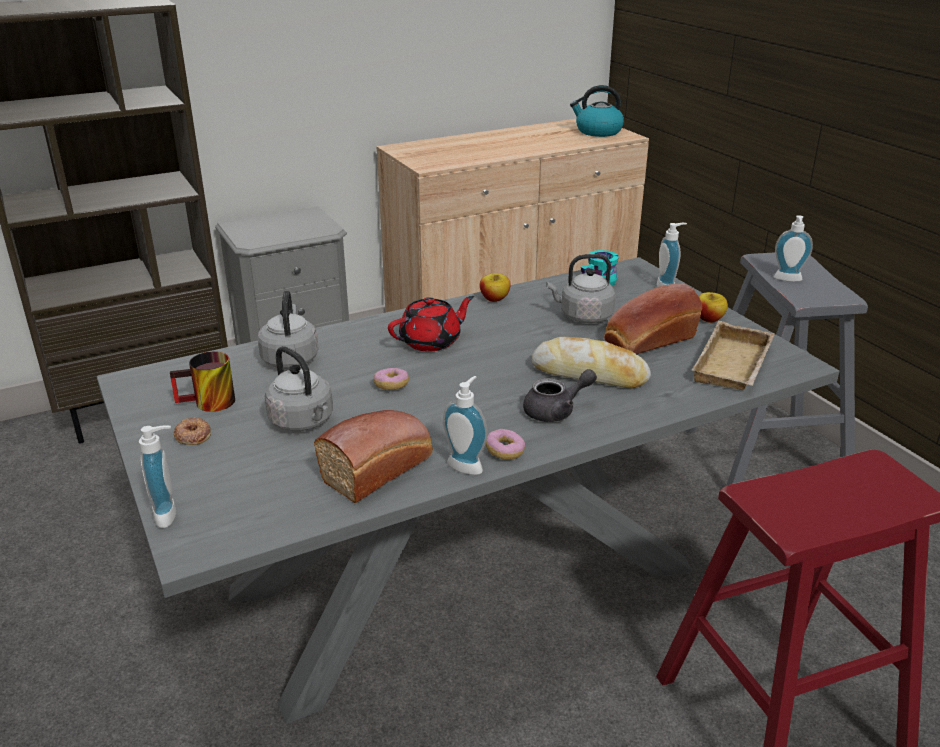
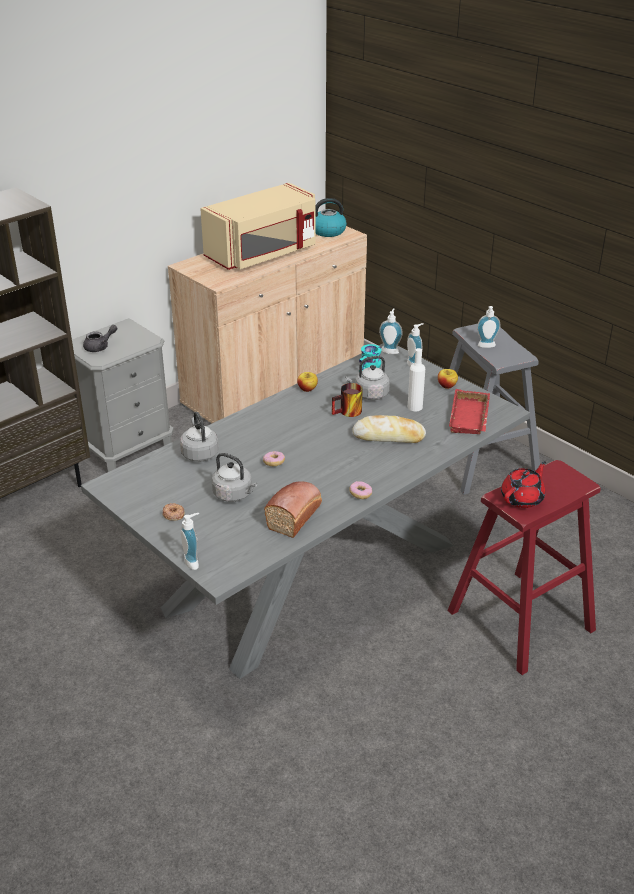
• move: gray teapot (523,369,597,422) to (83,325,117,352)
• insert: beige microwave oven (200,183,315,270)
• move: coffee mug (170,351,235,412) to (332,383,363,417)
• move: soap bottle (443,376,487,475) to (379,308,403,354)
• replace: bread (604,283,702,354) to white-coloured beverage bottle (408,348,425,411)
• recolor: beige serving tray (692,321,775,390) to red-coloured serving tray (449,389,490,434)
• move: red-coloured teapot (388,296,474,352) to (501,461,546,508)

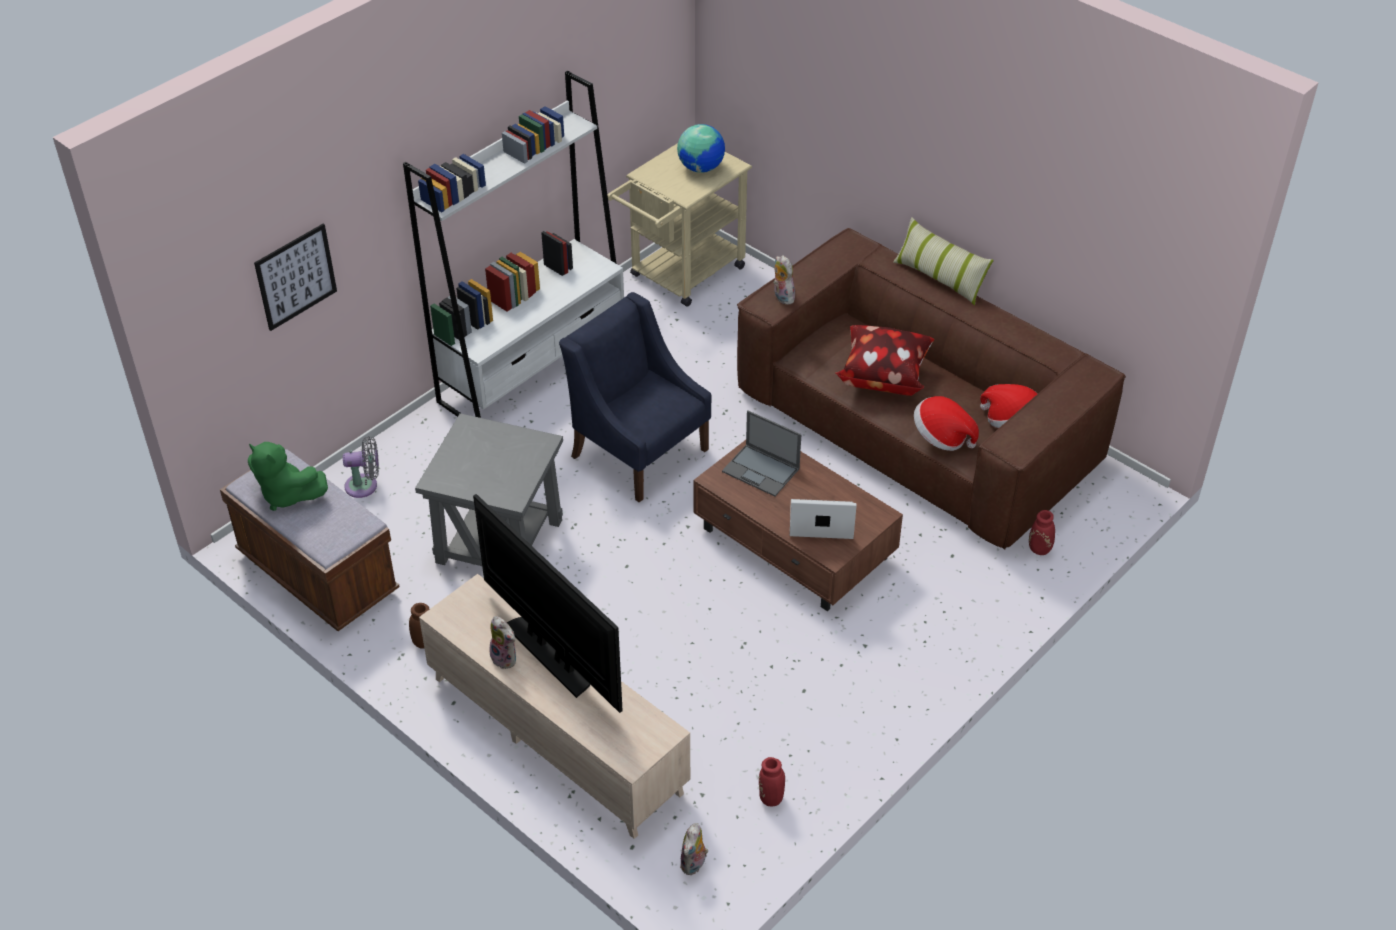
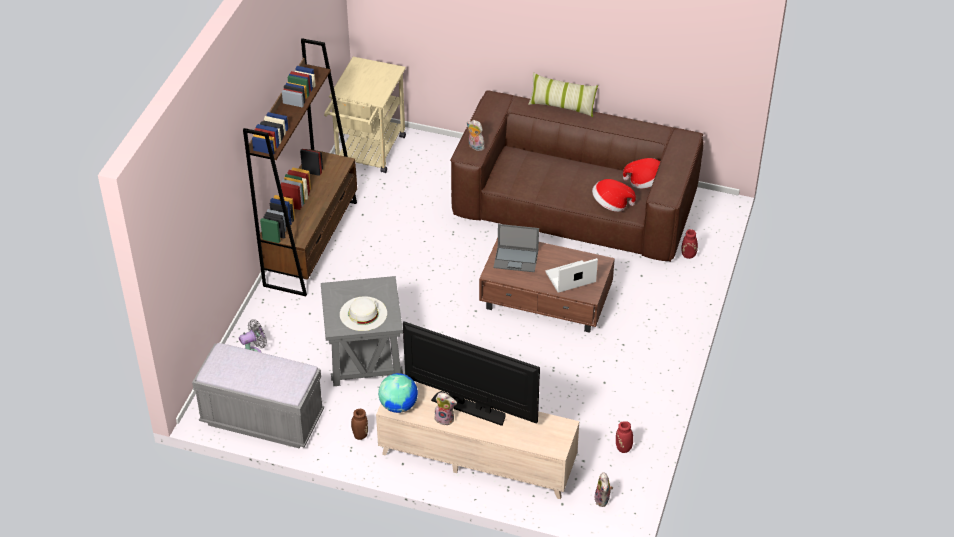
• recolor: brownish bench (220,449,400,631) to gray bench (192,343,324,449)
• recolor: white-coloured bookcase (403,71,624,418) to brownish bookcase (243,38,357,296)
• insert: white-coloured clothing hat (340,296,387,331)
• move: desk globe (677,124,725,173) to (378,373,418,413)
• delete: greenish plush toy (248,442,328,511)
• delete: wall art (254,224,337,331)
• delete: blue-coloured easy chair (559,292,711,502)
• delete: throw pillow (835,325,934,396)

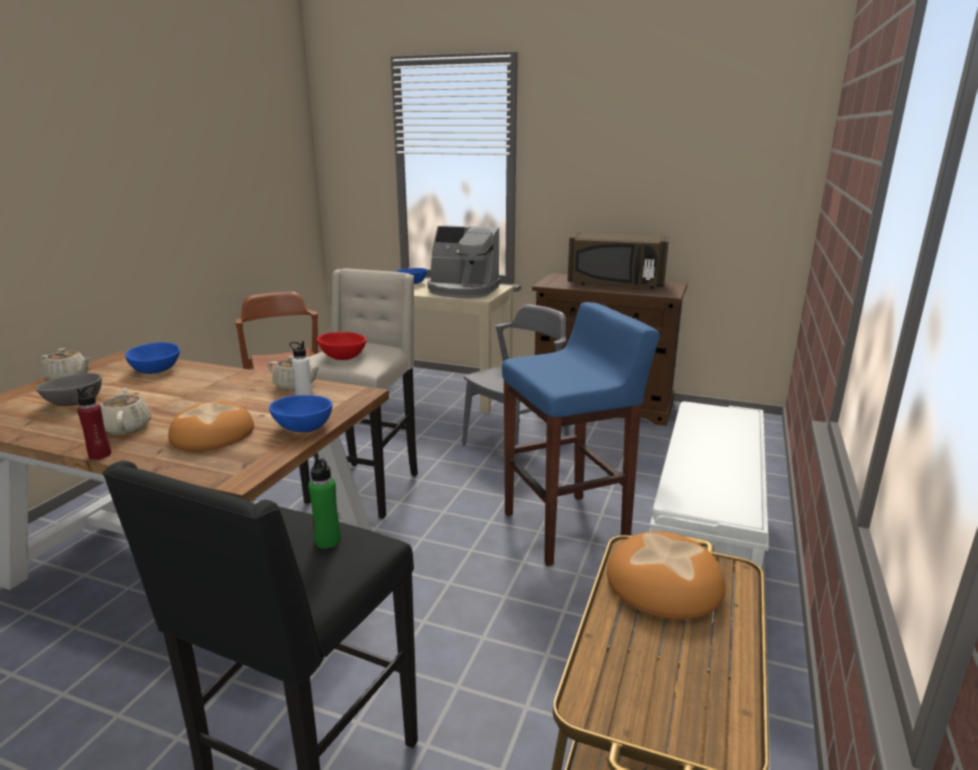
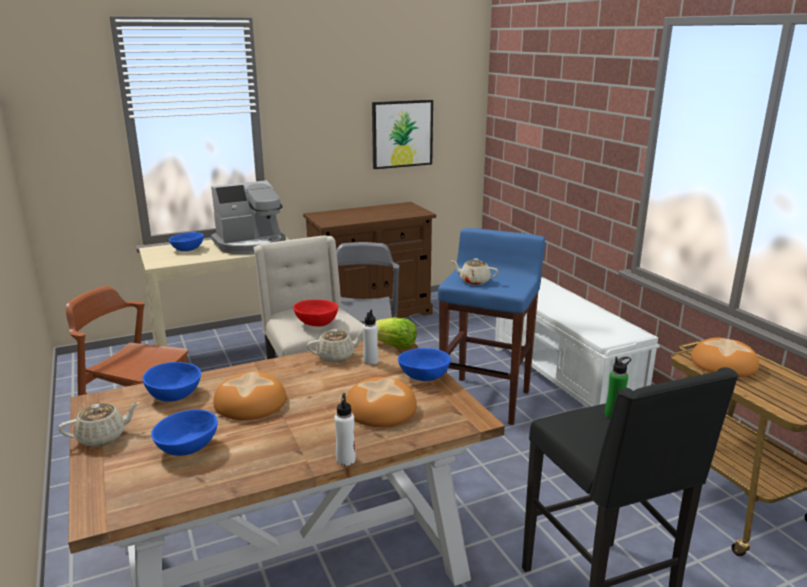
• recolor: gray deep dish (36,373,102,406) to blue-coloured deep dish (151,409,218,456)
• insert: bread (213,372,286,420)
• recolor: red-coloured beverage bottle (77,385,111,460) to white-coloured beverage bottle (334,393,356,466)
• insert: wall art (372,100,433,169)
• insert: lettuce (376,317,417,349)
• move: beige teapot (101,388,151,435) to (451,258,498,285)
• delete: brownish microwave oven (568,232,669,289)

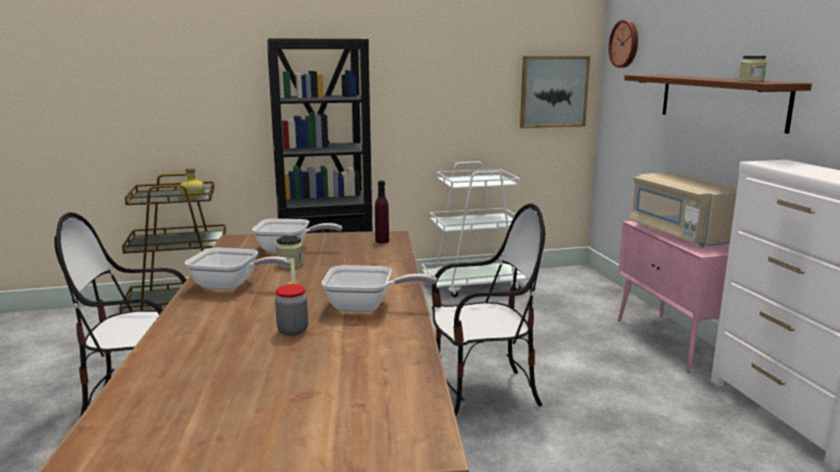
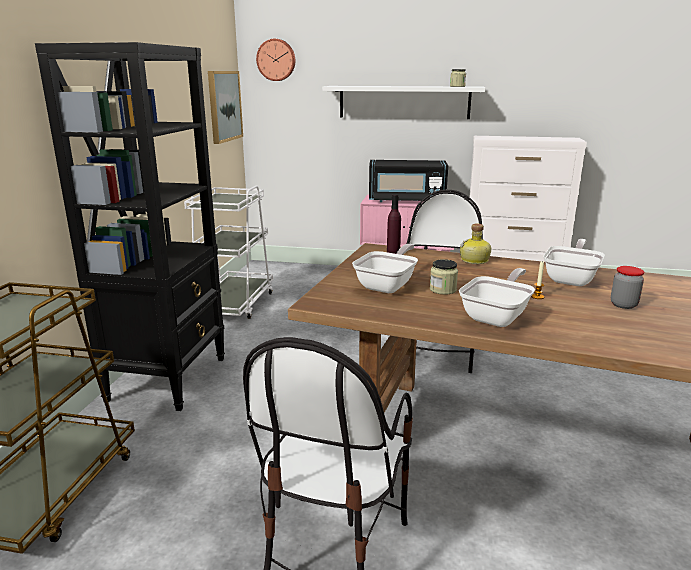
• recolor: brownish bracket shelf (624,75,812,133) to white-coloured bracket shelf (322,86,485,119)
• recolor: beige microwave oven (630,172,737,247) to blackish microwave oven (369,160,448,202)
• move: beverage bottle (180,167,205,198) to (460,224,491,264)

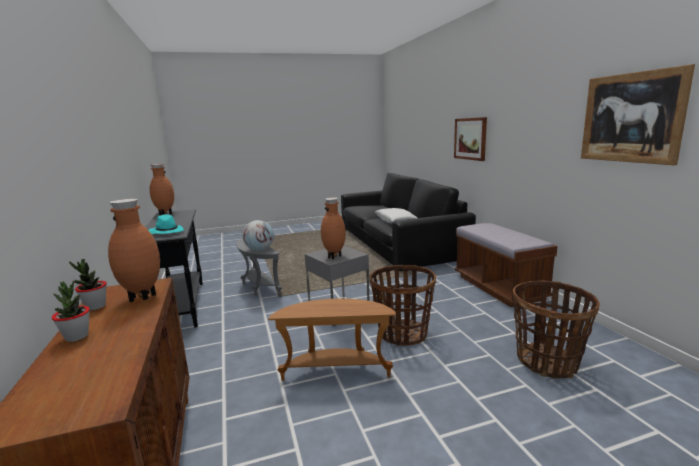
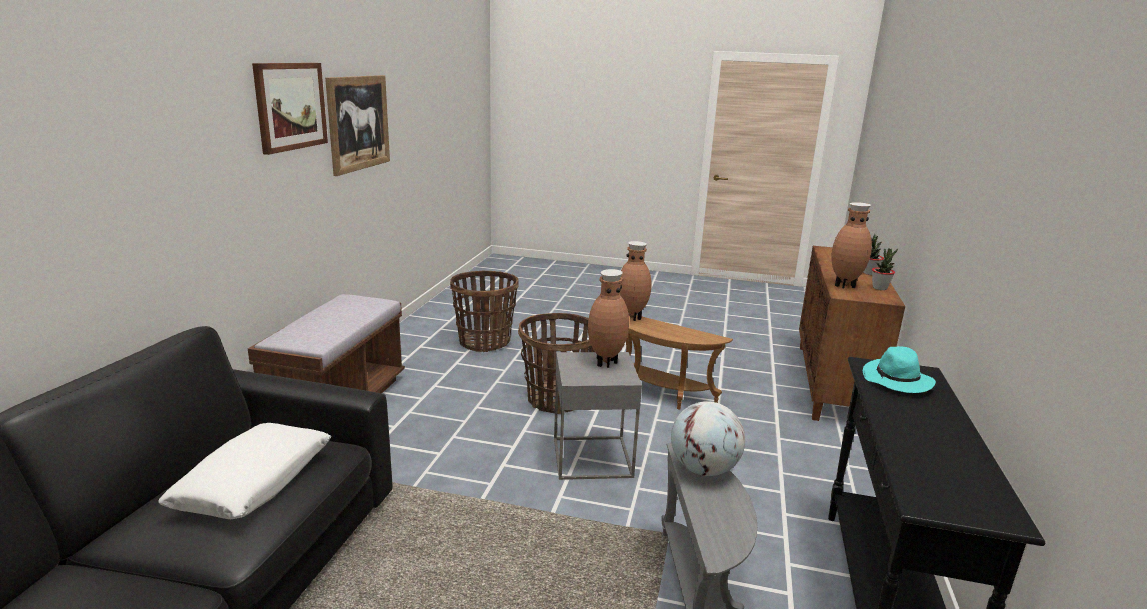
• move: wall art (454,117,487,161) to (252,63,328,155)
• move: brownish vase (150,164,174,215) to (620,241,652,321)

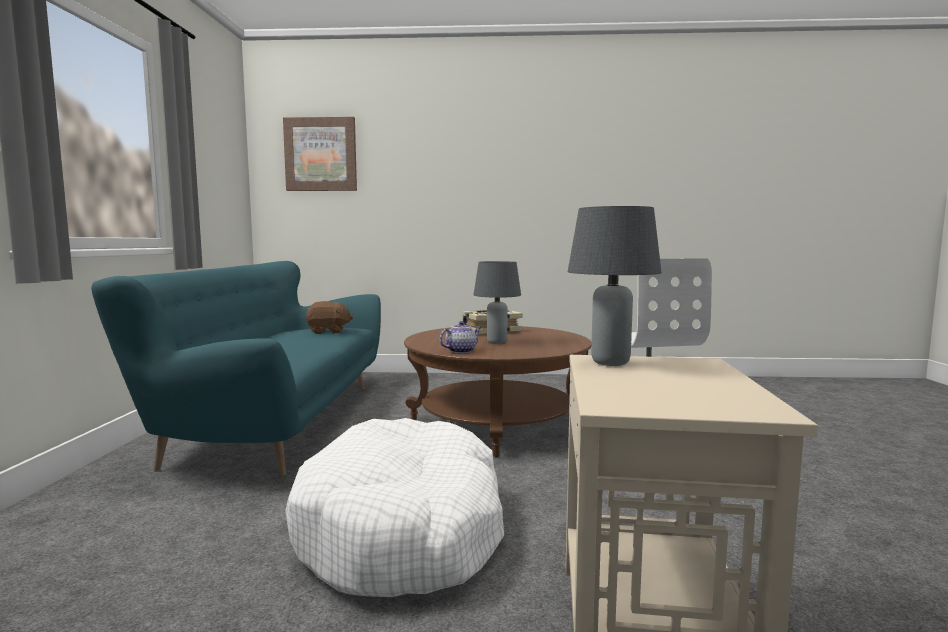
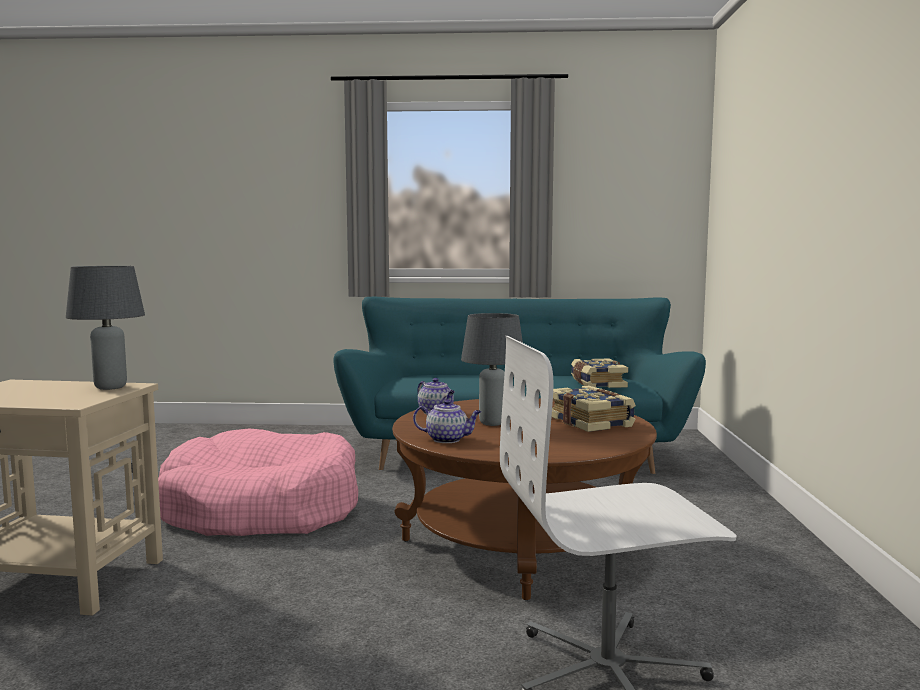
• recolor: white-coloured pet bed (285,418,504,597) to pinkish pet bed (158,429,358,536)
• insert: teapot (413,399,481,443)
• replace: brownish plush toy (305,301,353,334) to volume (571,359,628,388)
• delete: wall art (283,117,357,191)

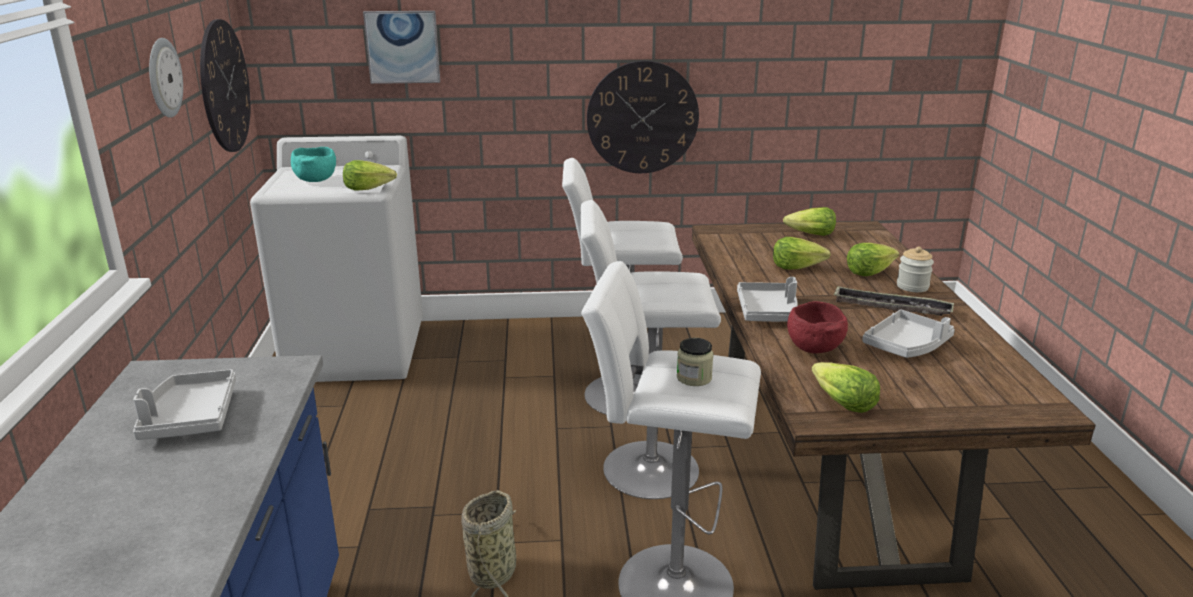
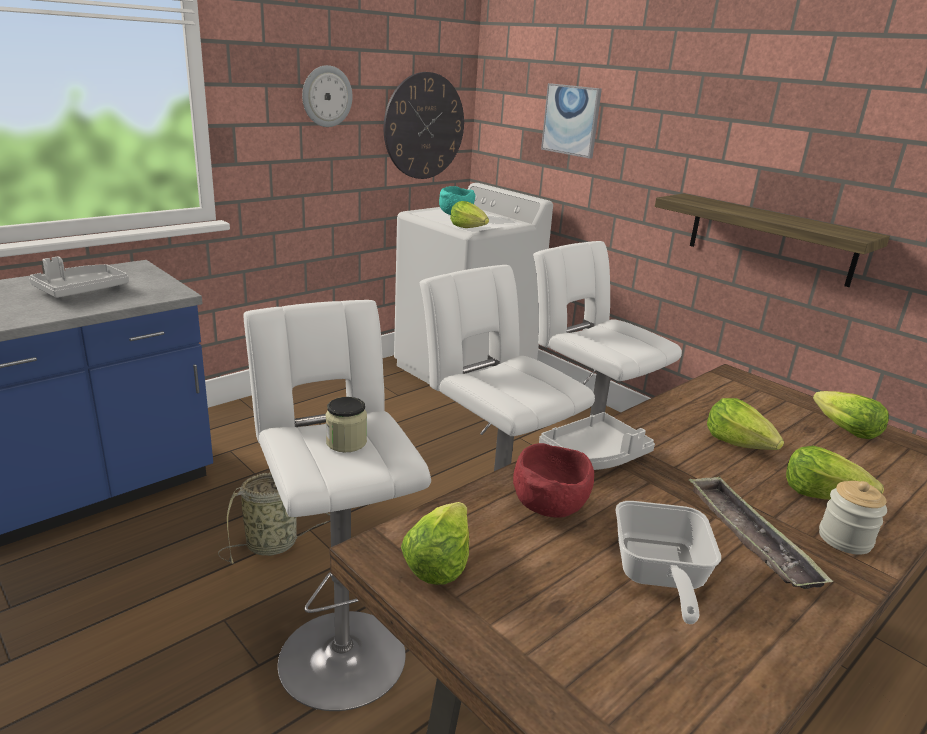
• replace: gray serving tray (862,310,955,358) to pan (616,501,721,624)
• replace: wall clock (587,61,699,173) to bracket shelf (655,193,890,287)

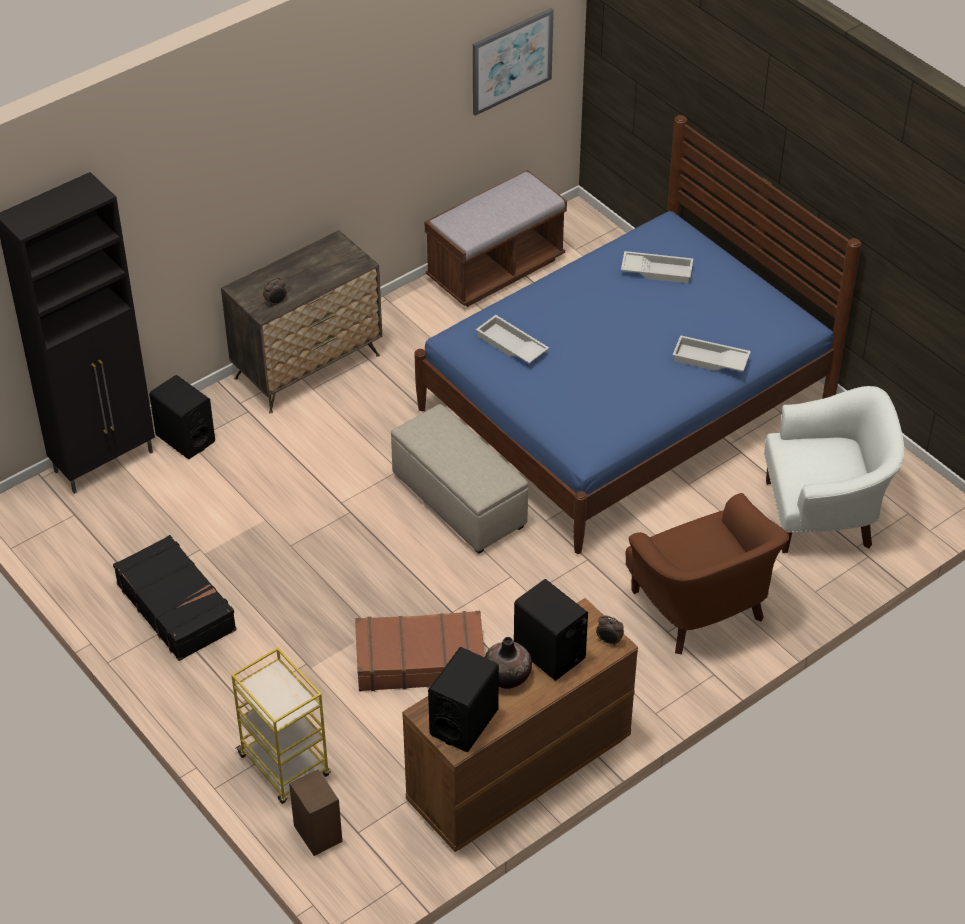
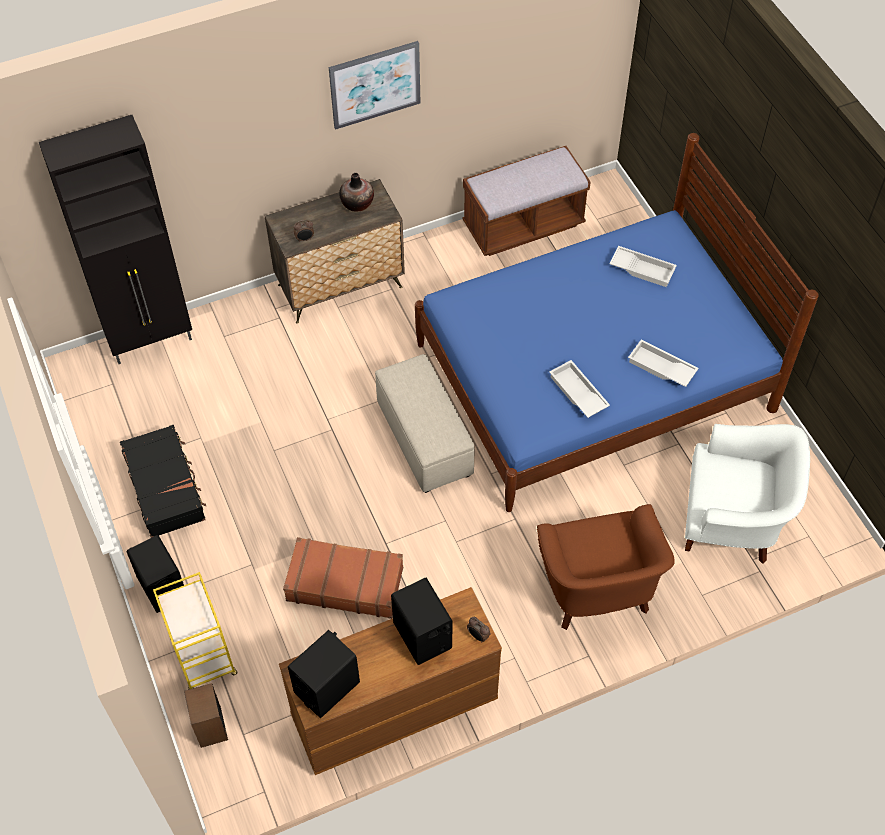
• move: blackish speaker (149,375,215,459) to (126,535,184,613)
• move: wall art (473,8,554,116) to (329,41,421,130)
• move: vase (485,637,532,689) to (339,173,374,211)
• move: white-coloured serving tray (476,315,549,363) to (549,360,610,418)

